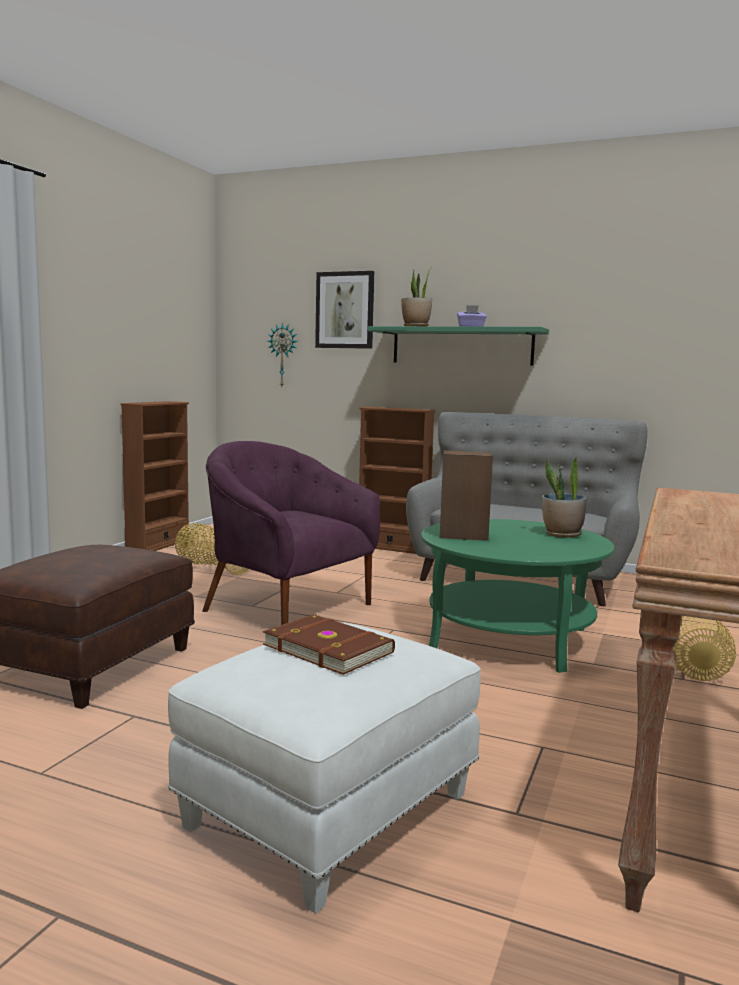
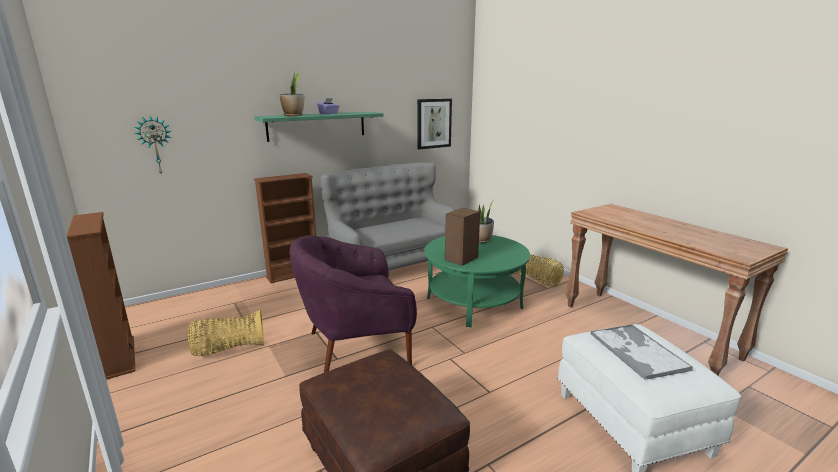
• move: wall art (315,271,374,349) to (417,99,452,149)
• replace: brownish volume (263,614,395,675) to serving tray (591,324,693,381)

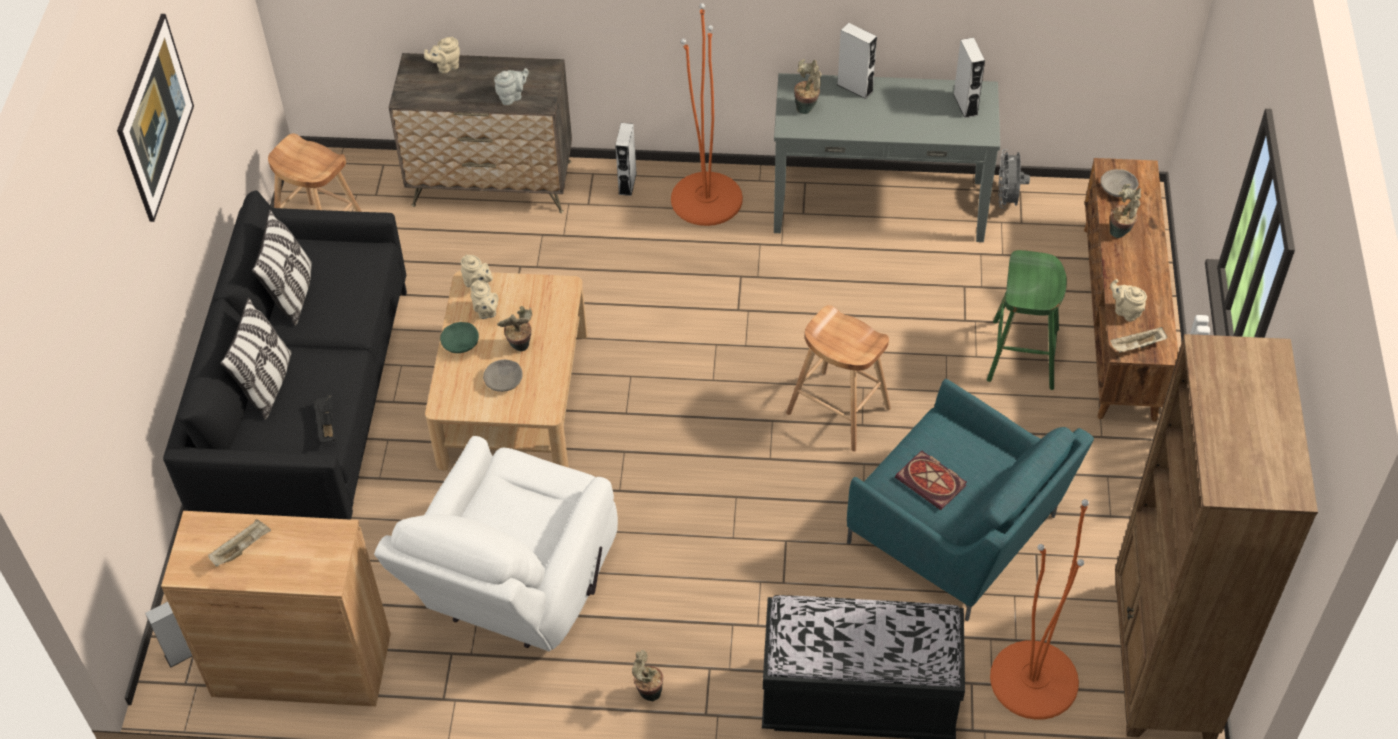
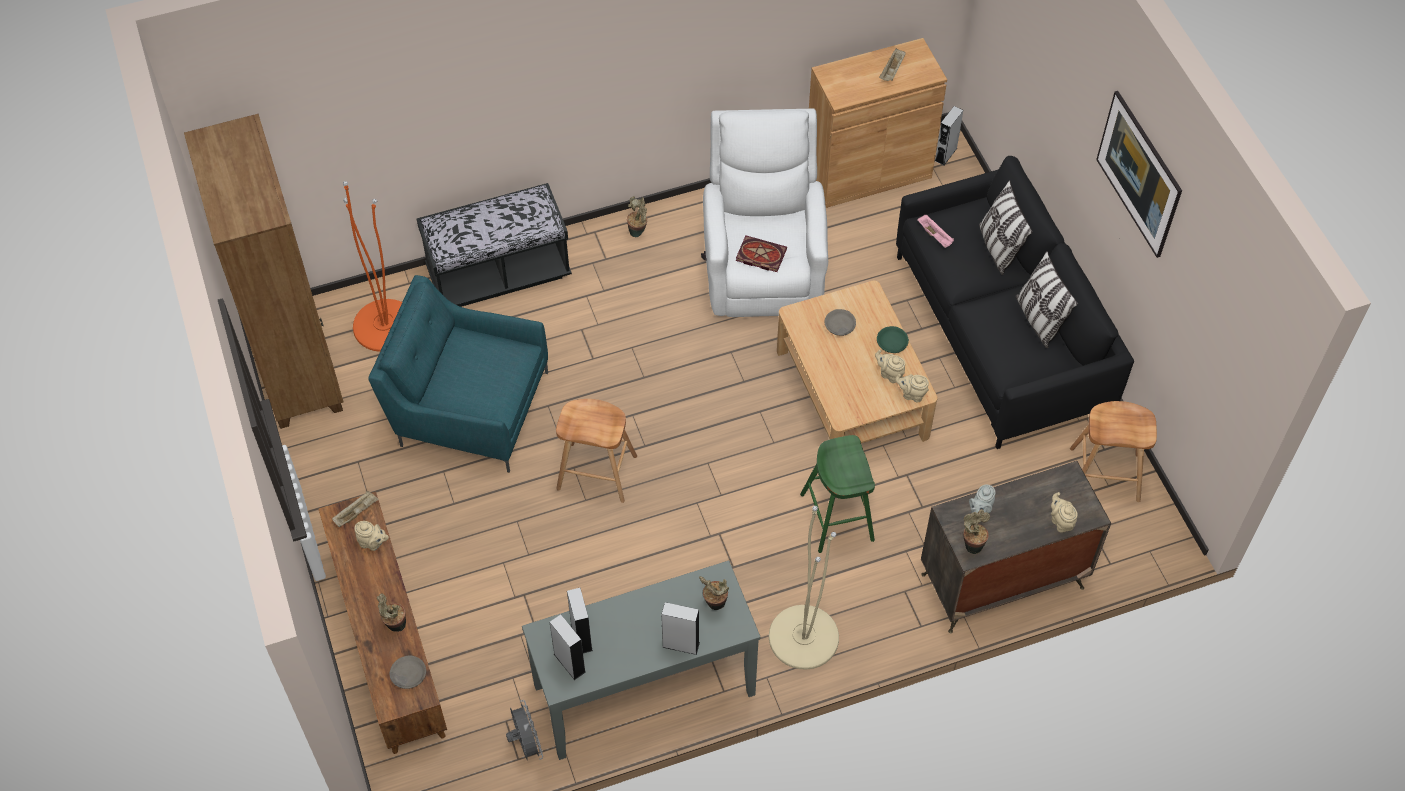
• move: gray speaker (615,123,637,196) to (567,588,593,653)
• move: volume (895,450,967,510) to (736,235,787,272)
• recolor: orange standard lamp (671,3,743,226) to beige standard lamp (769,506,839,670)
• move: greenish stool (987,250,1067,390) to (800,435,875,553)
• recolor: blackish serving tray (313,395,336,442) to pinkish serving tray (917,215,954,248)
• move: plant in a pot (497,306,532,352) to (963,509,990,554)
• rotate: beige teapot (424,37,460,73) = (1051,492,1078,533) 60 degrees counterclockwise

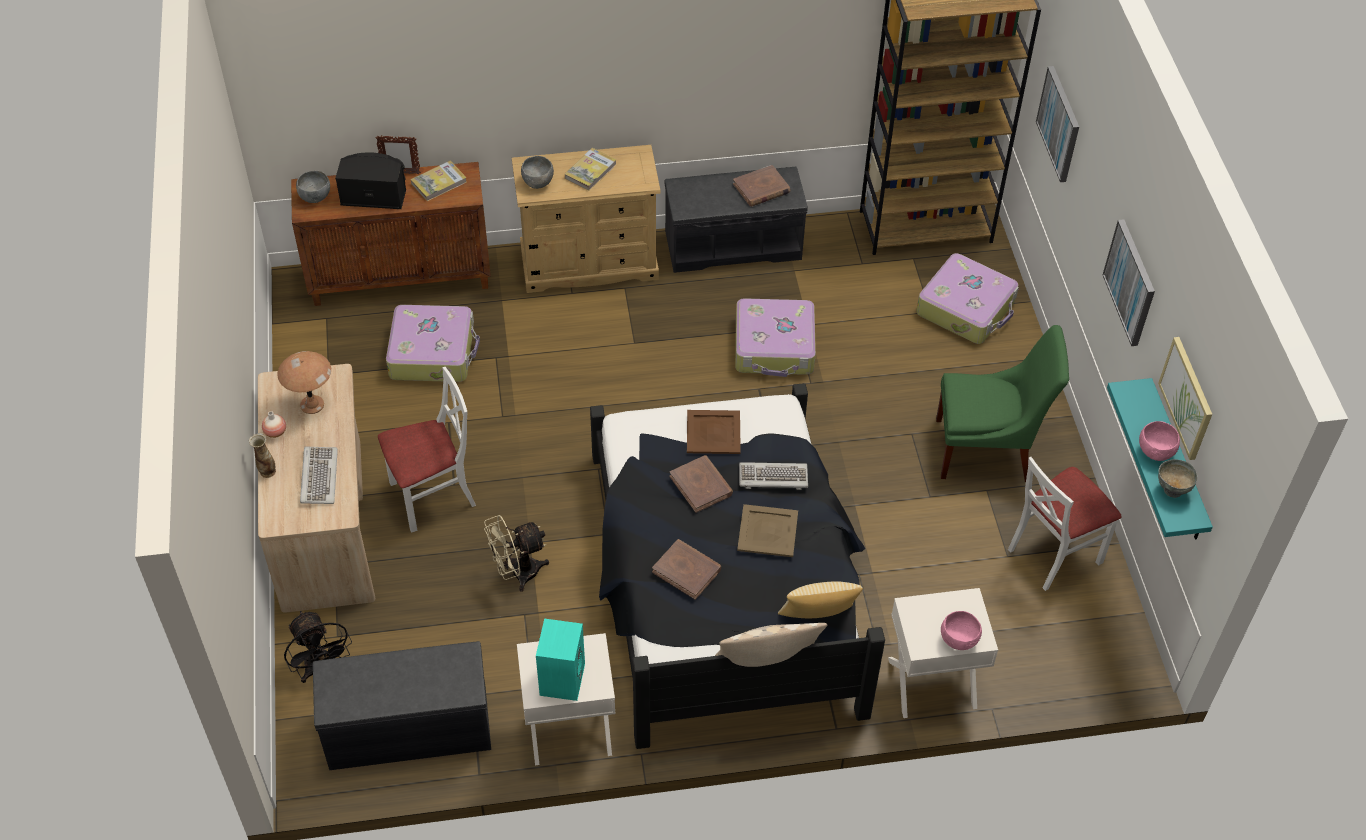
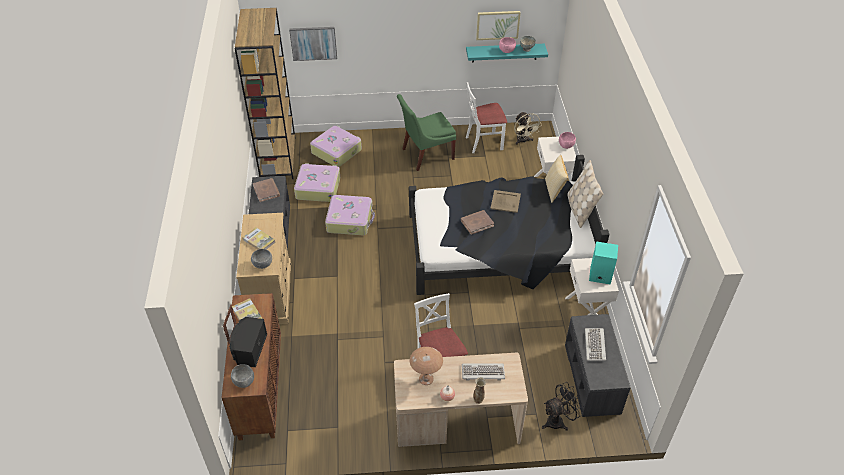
• move: suitcase (386,305,480,382) to (294,163,340,202)
• rotate: greenish upright chair (936,325,1069,482) = (397,94,456,171) 120 degrees counterclockwise
• rotate: white-coloured upright chair (1008,457,1122,591) = (466,82,507,153) 105 degrees clockwise
• move: beige cooling fan (484,515,549,592) to (514,111,542,145)
• move: keyboard (739,462,808,490) to (585,328,606,361)
• delete: brownish volume (652,539,721,600)
• delete: brownish serving tray (687,410,741,454)
• delete: wall art (1103,219,1155,346)

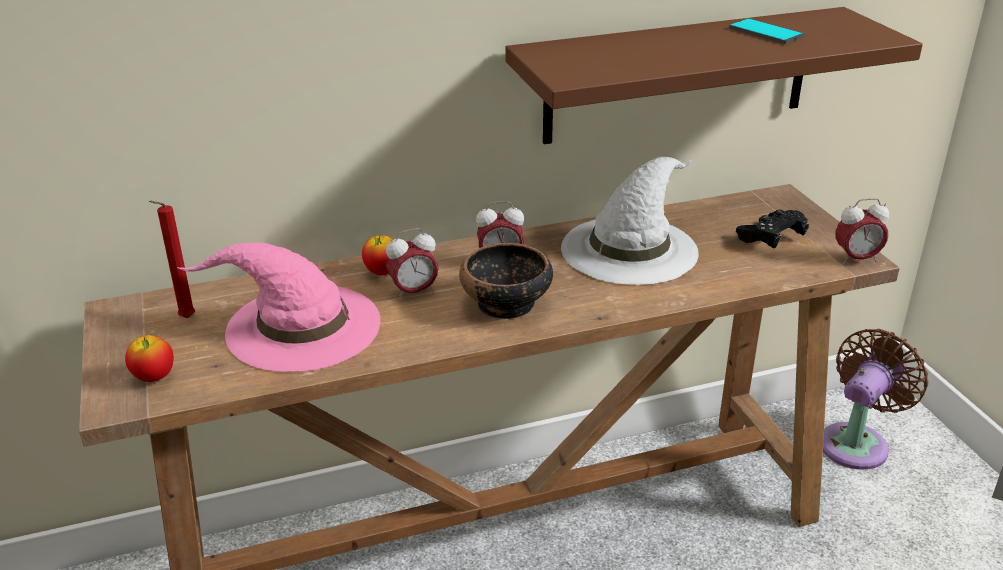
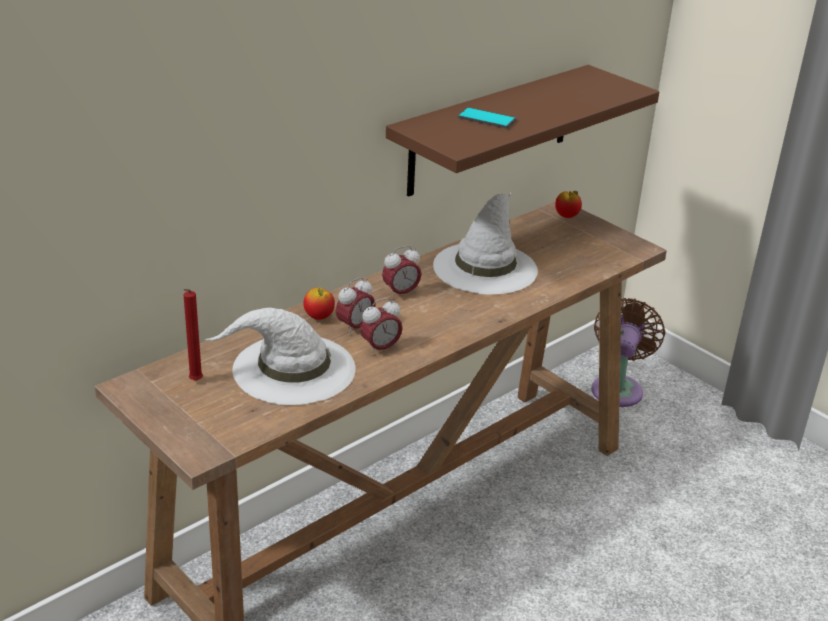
• recolor: pinkish clothing hat (177,243,381,372) to white-coloured clothing hat (205,308,356,405)
• move: bedside clock (835,198,889,264) to (360,298,403,356)
• move: handset (729,18,805,44) to (458,107,516,129)
• move: apple (125,335,174,382) to (555,191,582,218)
• delete: deep dish (459,243,553,319)
• delete: blackish gamepad (736,209,809,248)

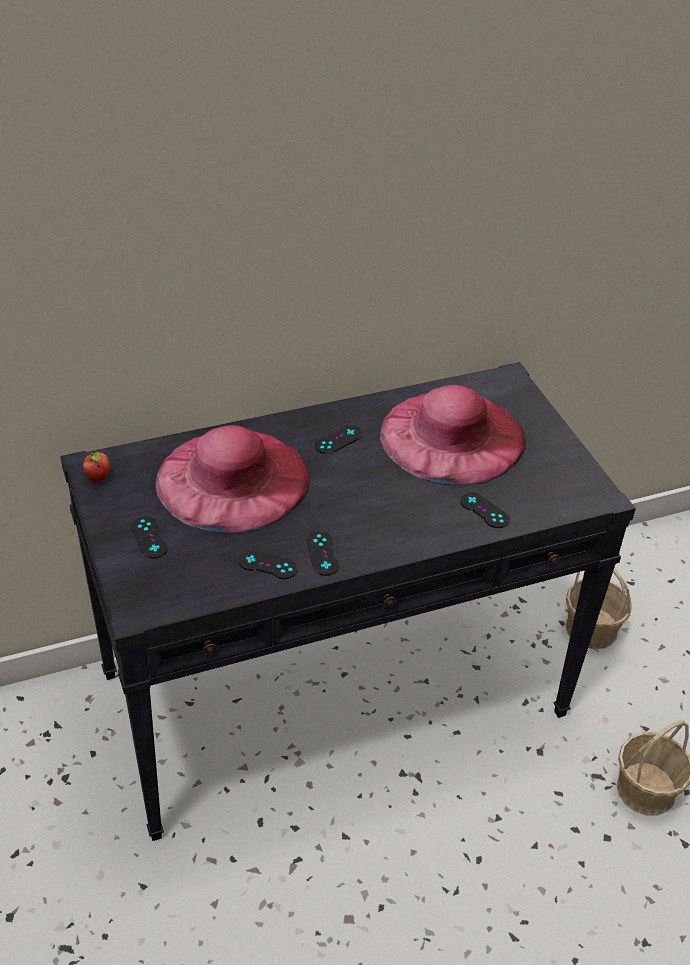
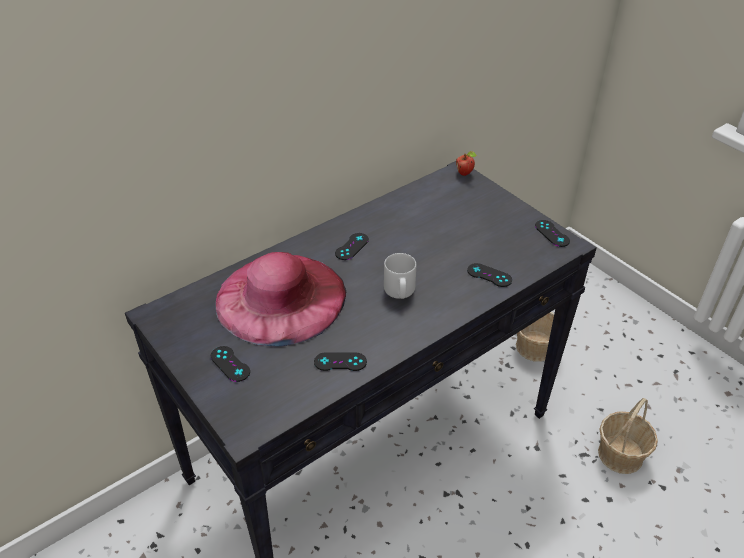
• insert: gray coffee mug (384,253,416,299)
• move: apple (83,451,110,482) to (456,151,477,176)
• move: blackish gamepad (307,531,339,576) to (535,220,570,247)
• delete: pinkish clothing hat (380,385,526,486)

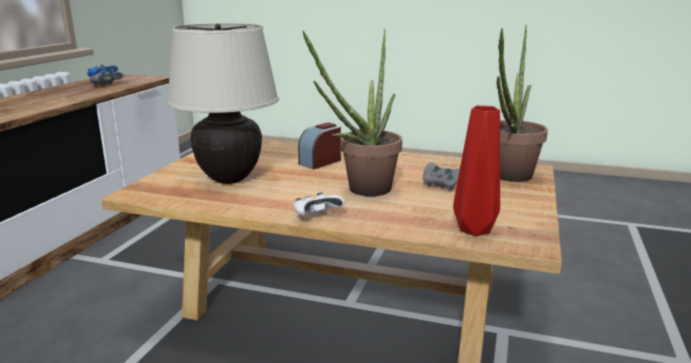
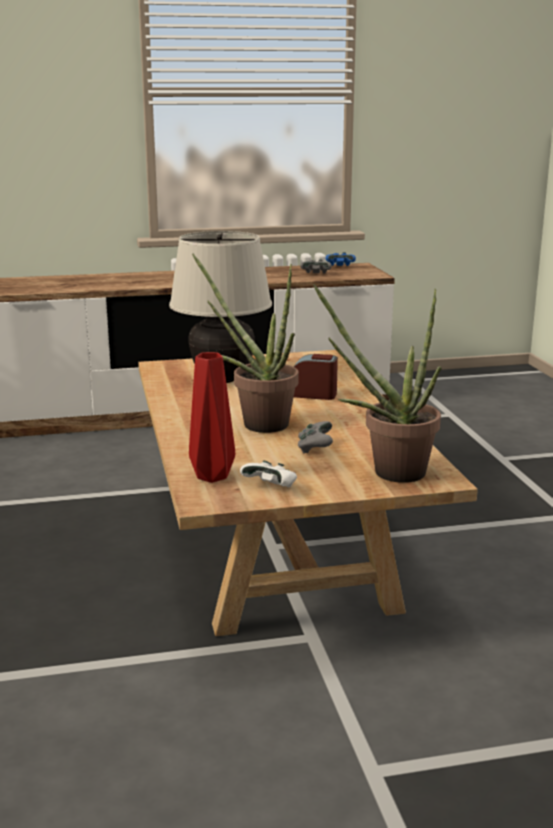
• move: white-coloured gamepad (293,192,345,217) to (240,460,297,487)

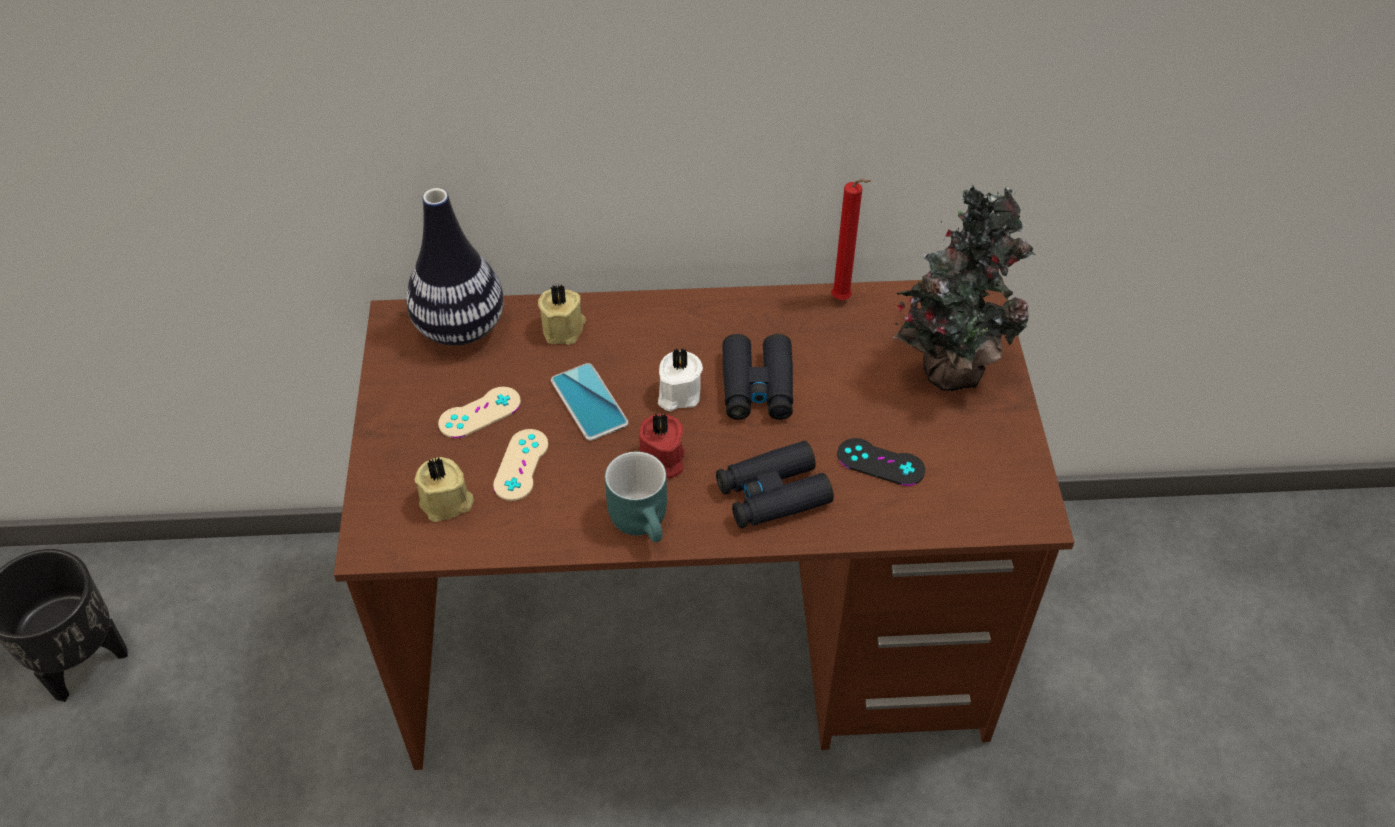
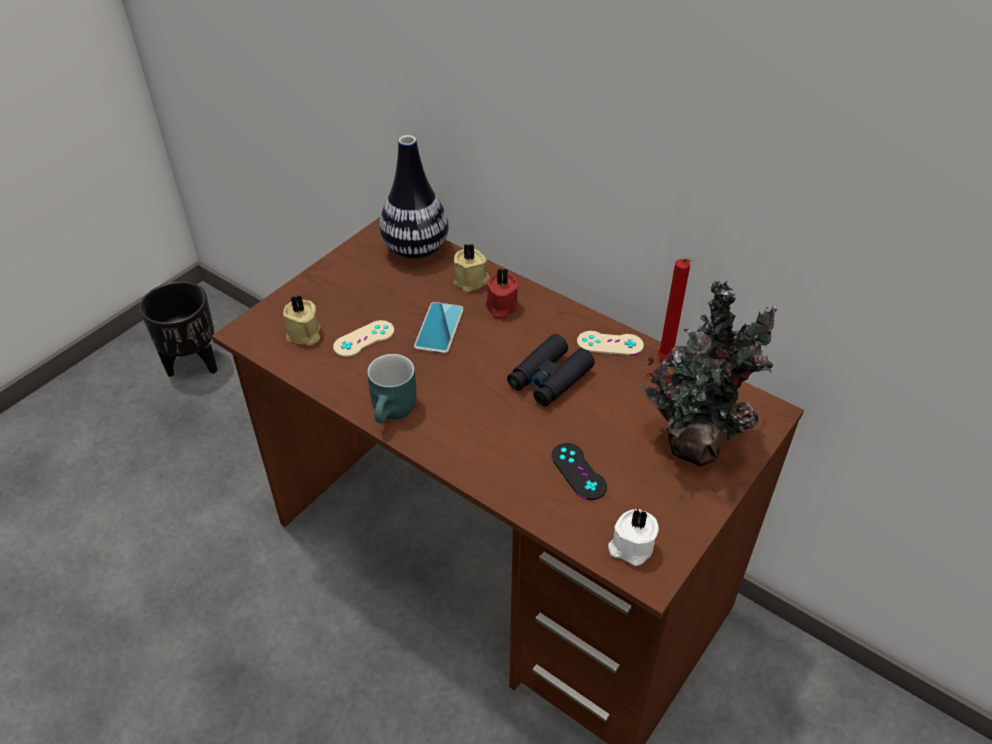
• move: red-coloured candle (639,414,685,479) to (485,268,519,319)
• move: beige gamepad (438,387,521,438) to (577,331,644,355)
• move: white-coloured candle (658,348,703,411) to (608,508,659,566)
• delete: blackish binoculars (716,441,834,528)

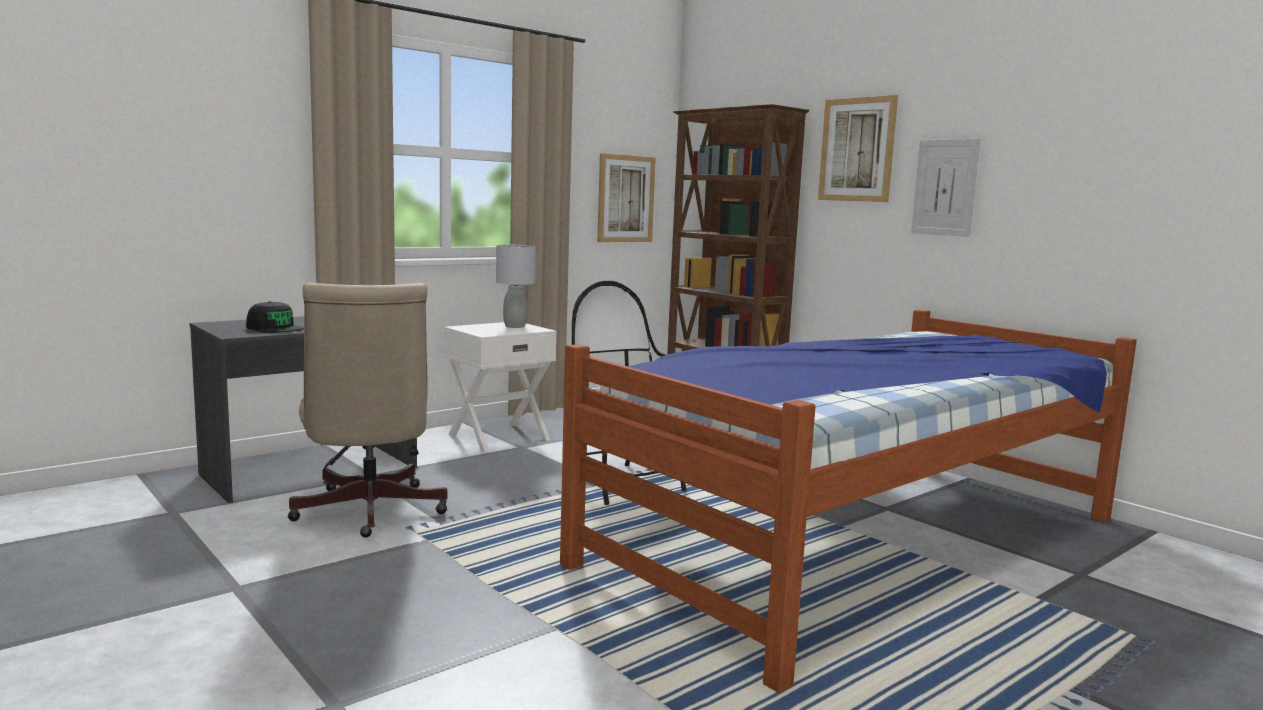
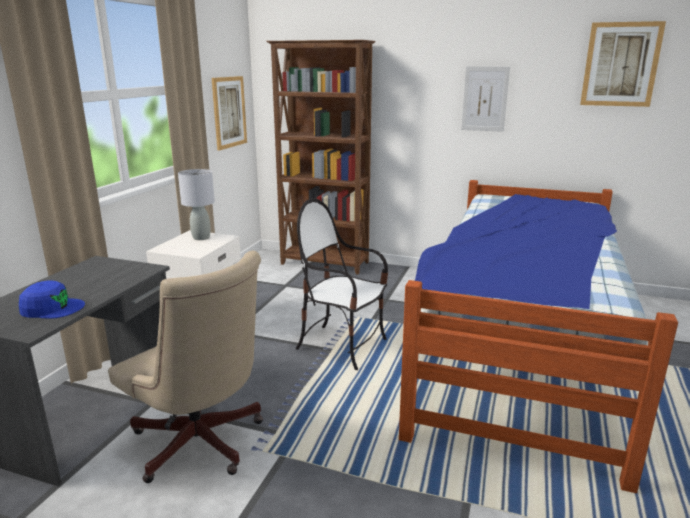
• recolor: blackish cap (246,301,304,333) to blue-coloured cap (19,280,85,319)
• move: wall art (818,95,898,202) to (580,21,666,107)

